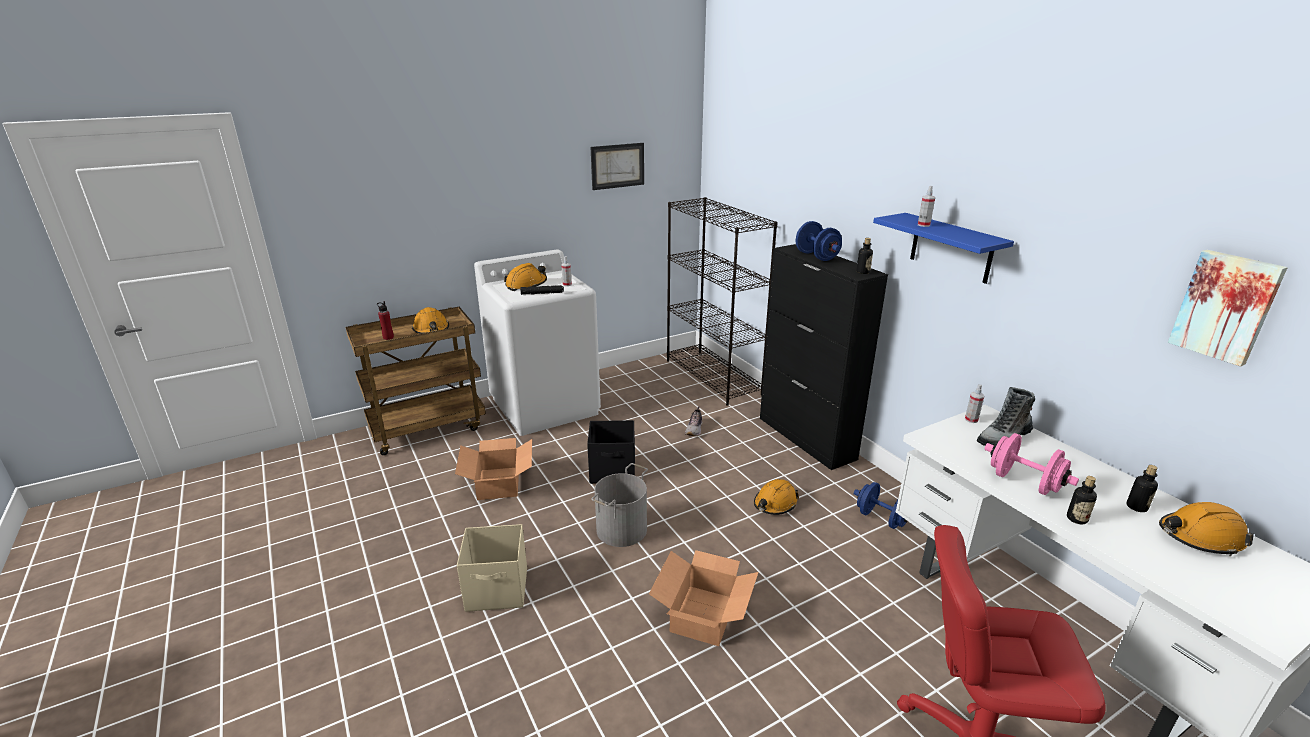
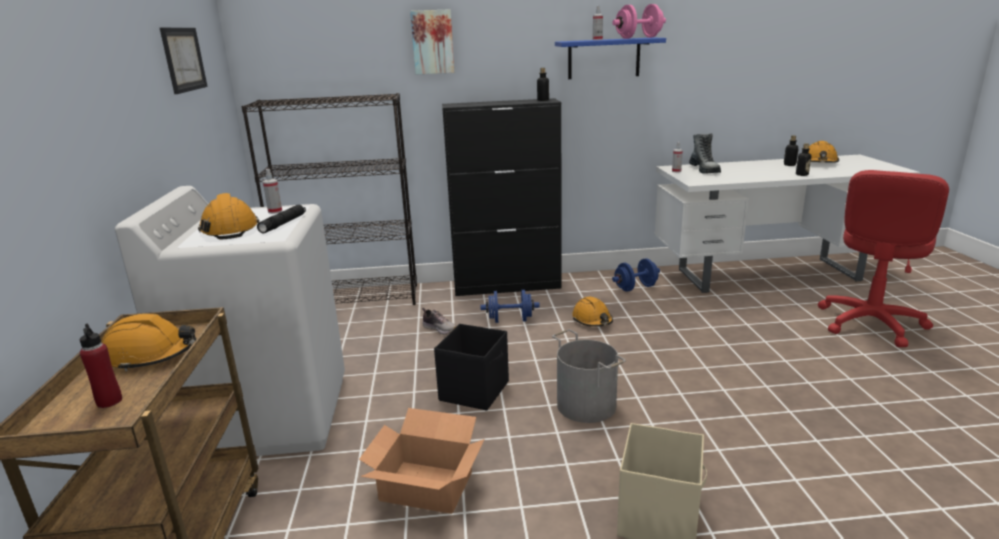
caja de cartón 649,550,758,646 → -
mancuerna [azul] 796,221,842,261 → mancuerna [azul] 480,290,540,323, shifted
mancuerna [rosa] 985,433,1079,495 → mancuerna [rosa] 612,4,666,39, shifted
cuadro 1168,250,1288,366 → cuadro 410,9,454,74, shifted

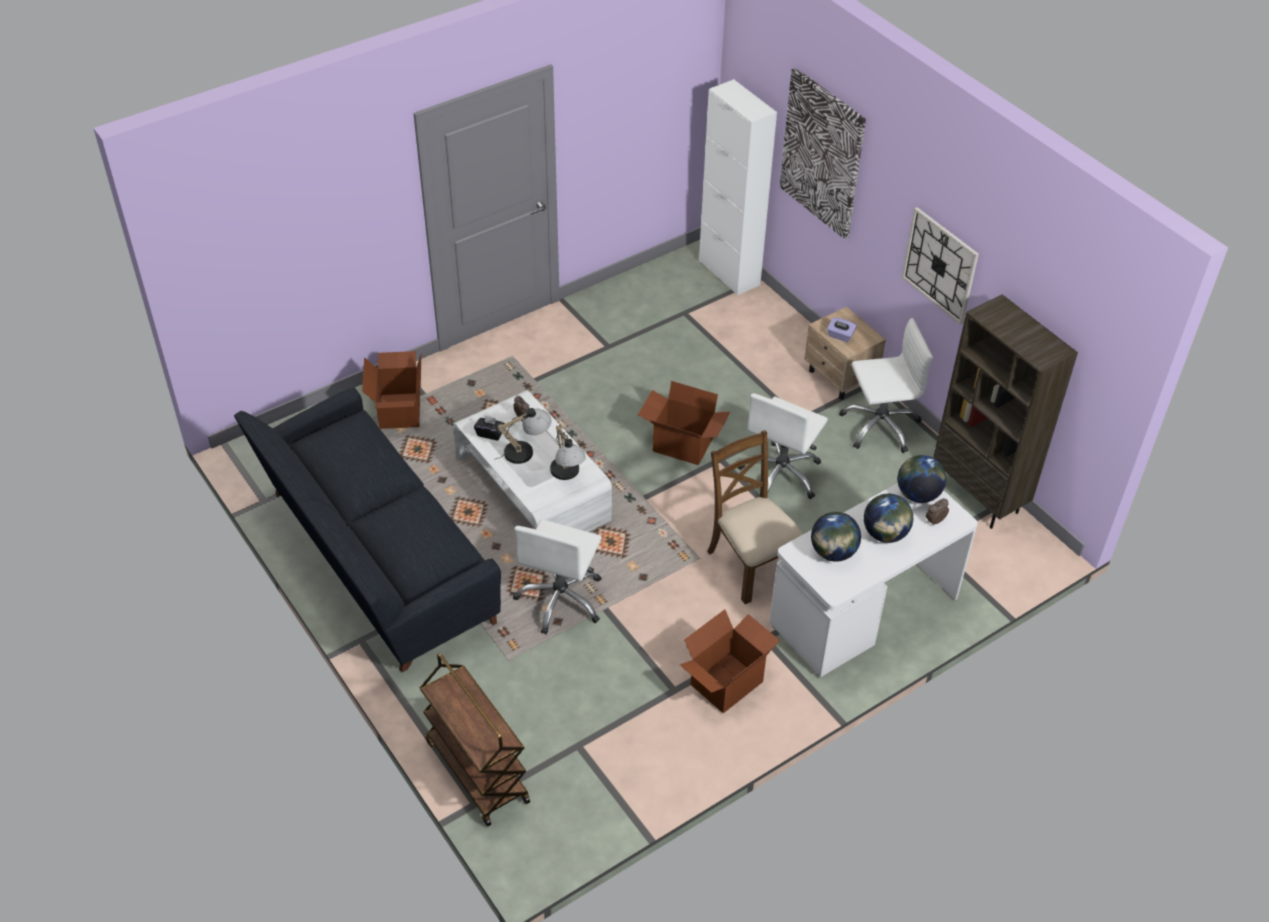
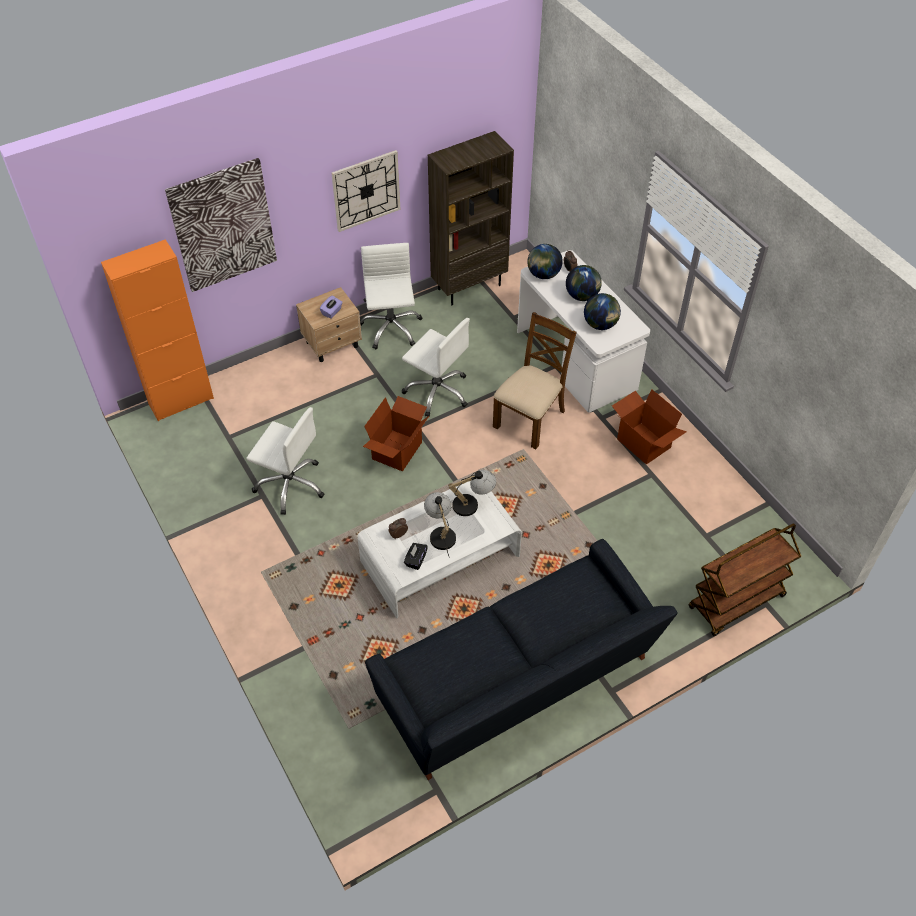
caja de cartón 362,351,422,429 → -
silla de oficina [blanco] 513,519,602,635 → silla de oficina [blanco] 246,407,325,515, shifted
armario [blanco] 699,79,777,295 → armario [naranja] 101,239,214,421
silla [marrón] 707,430,803,604 → silla [marrón] 493,312,577,449, 150 degrees clockwise

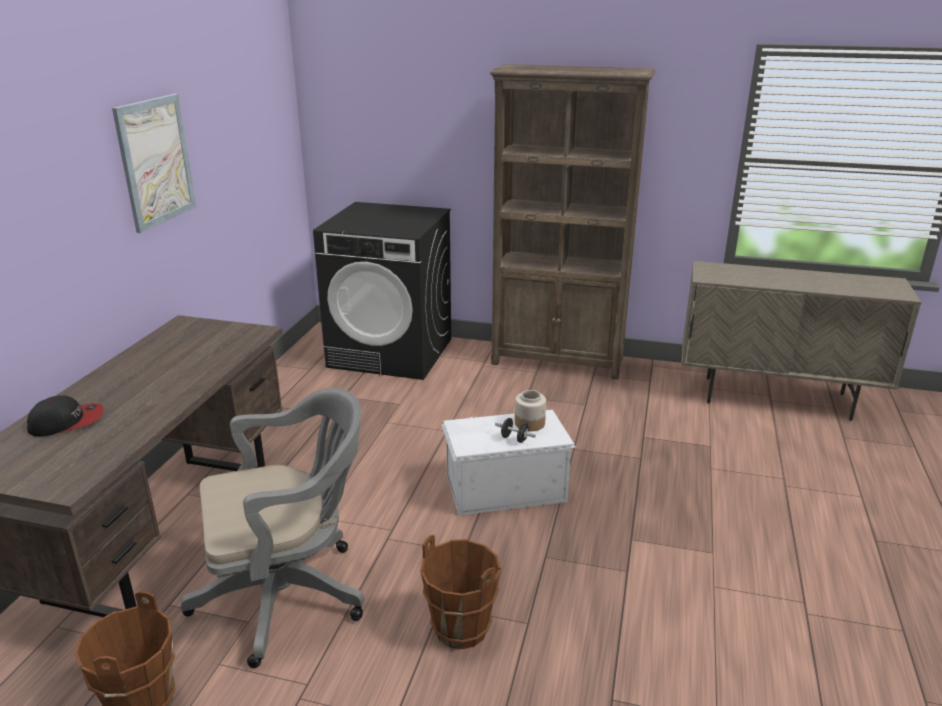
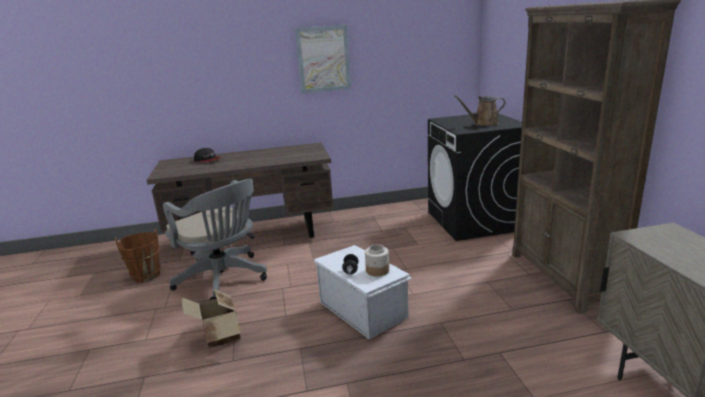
cubo [marrón] 420,535,501,649 → caja de cartón 181,289,241,348
- → regadera [marrón] 454,95,506,126

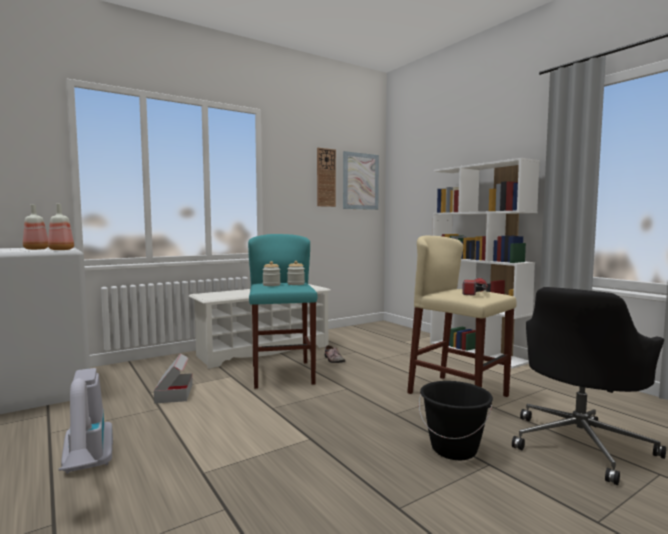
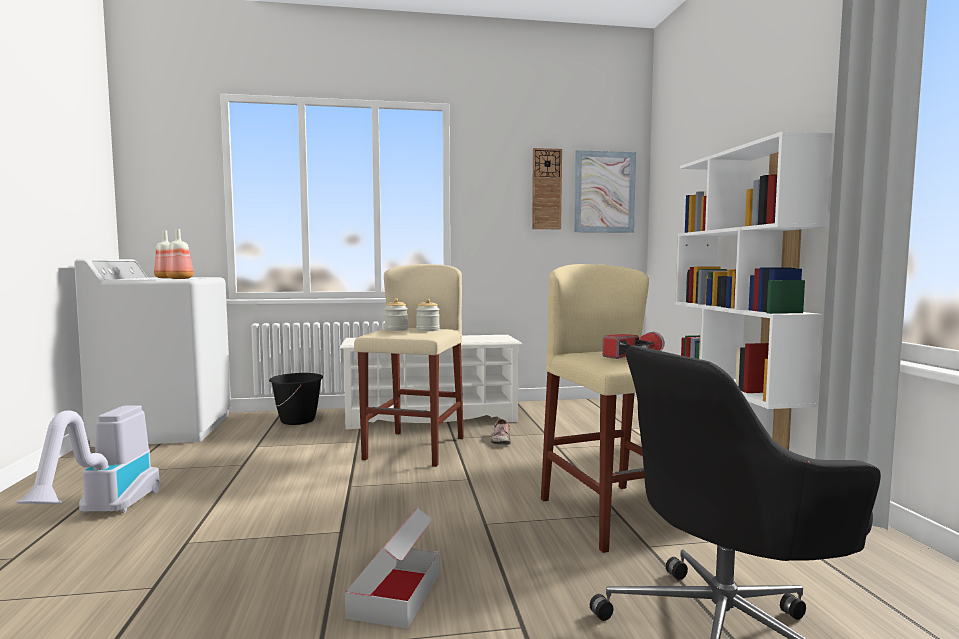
caja de cartón 154,353,193,404 → caja de cartón 345,507,439,629, shifted
taburete [turquesa] 248,234,317,389 → taburete [beis] 354,264,464,467
cubo [negro] 419,381,493,460 → cubo [negro] 269,373,323,425, shifted

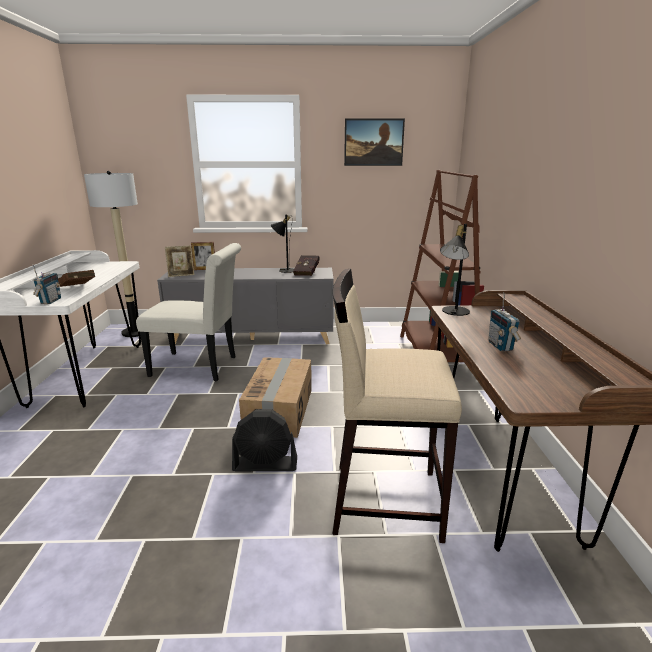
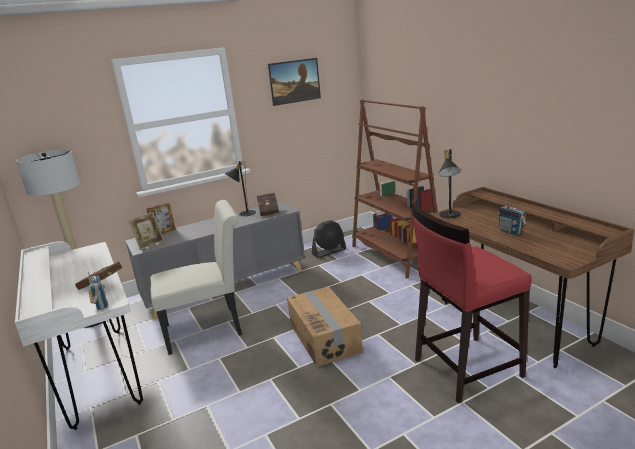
ventilador [negro] 232,409,297,471 → ventilador [negro] 312,220,346,258, shifted
taburete [beis] 332,269,462,543 → taburete [rojo] 411,203,532,403

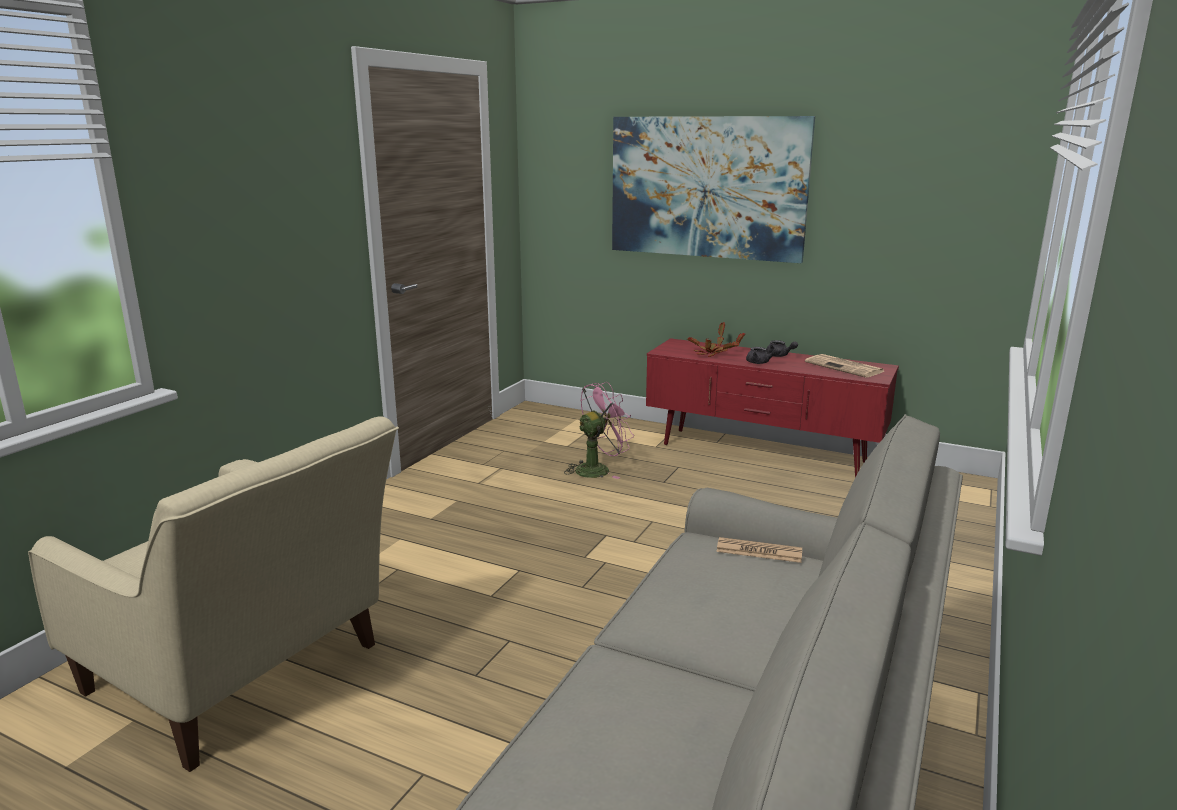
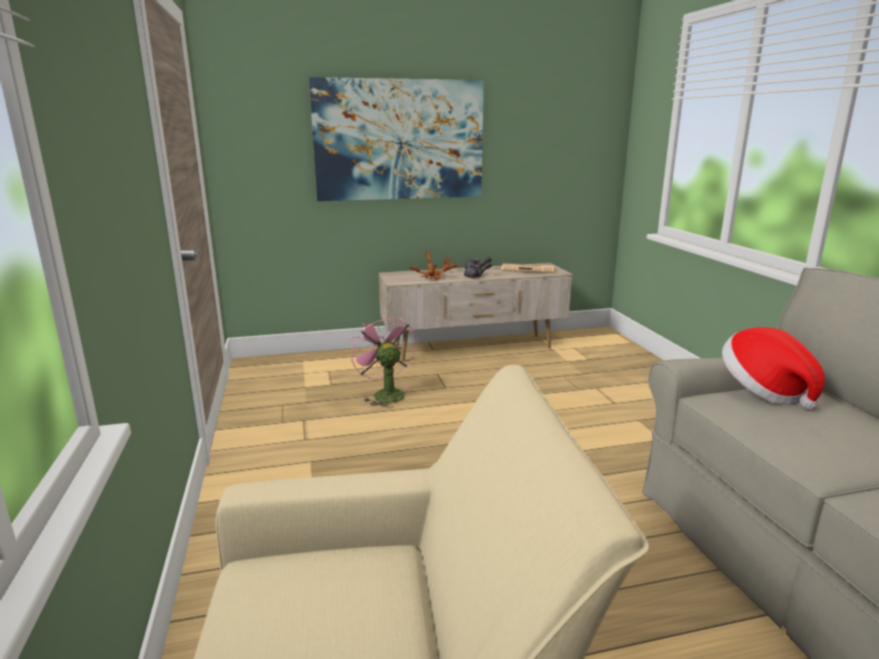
ventilador [rosa] 564,382,634,479 → ventilador [rosa] 350,314,416,408, 45 degrees counterclockwise
mueble de televisión [rojo] 646,338,899,478 → mueble de televisión [beis] 378,263,573,361
periódico 716,537,802,563 → sombrero 722,327,825,409

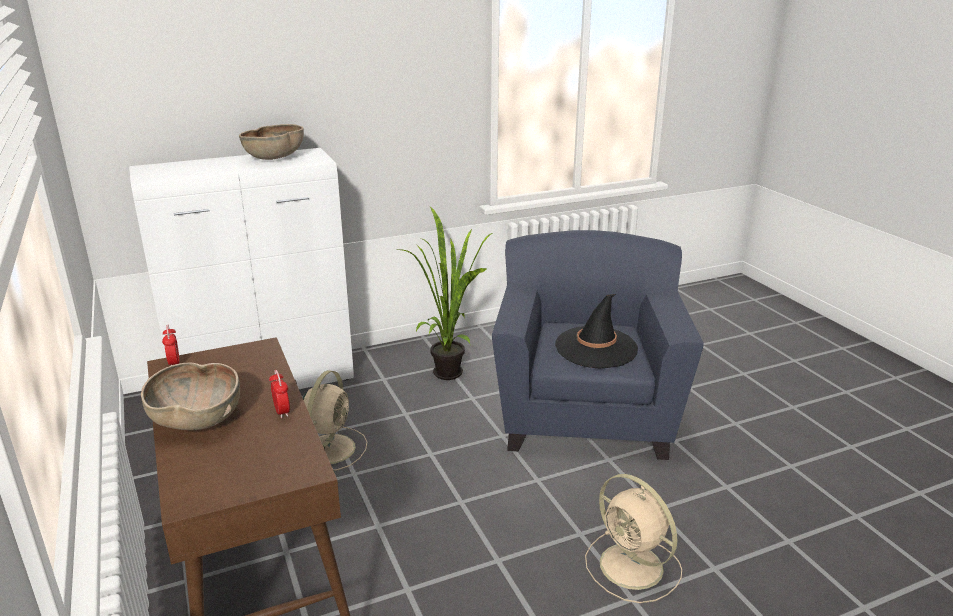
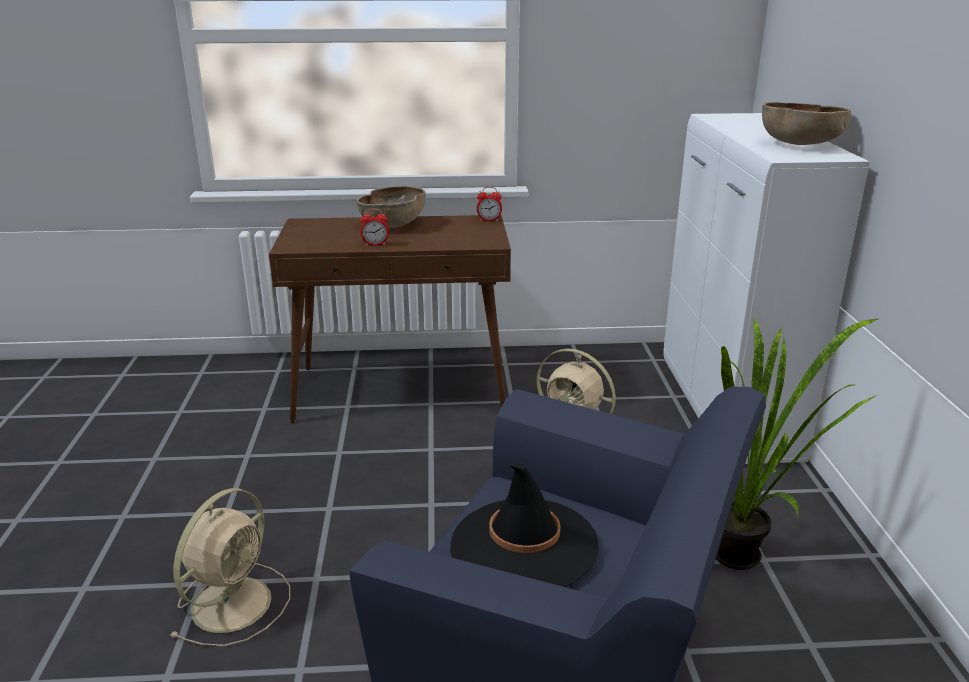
ventilador [beis] 585,474,682,603 → ventilador [beis] 170,488,290,647, 135 degrees clockwise

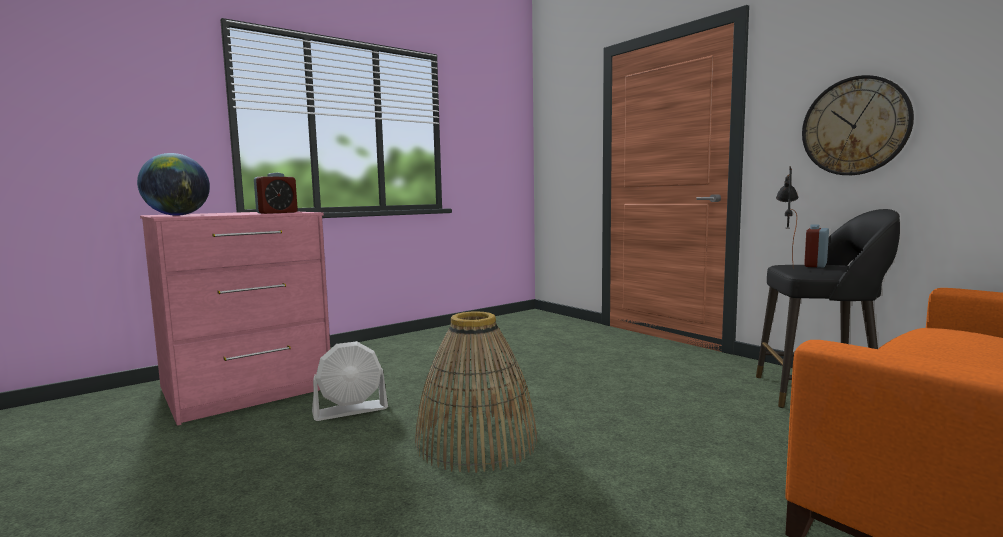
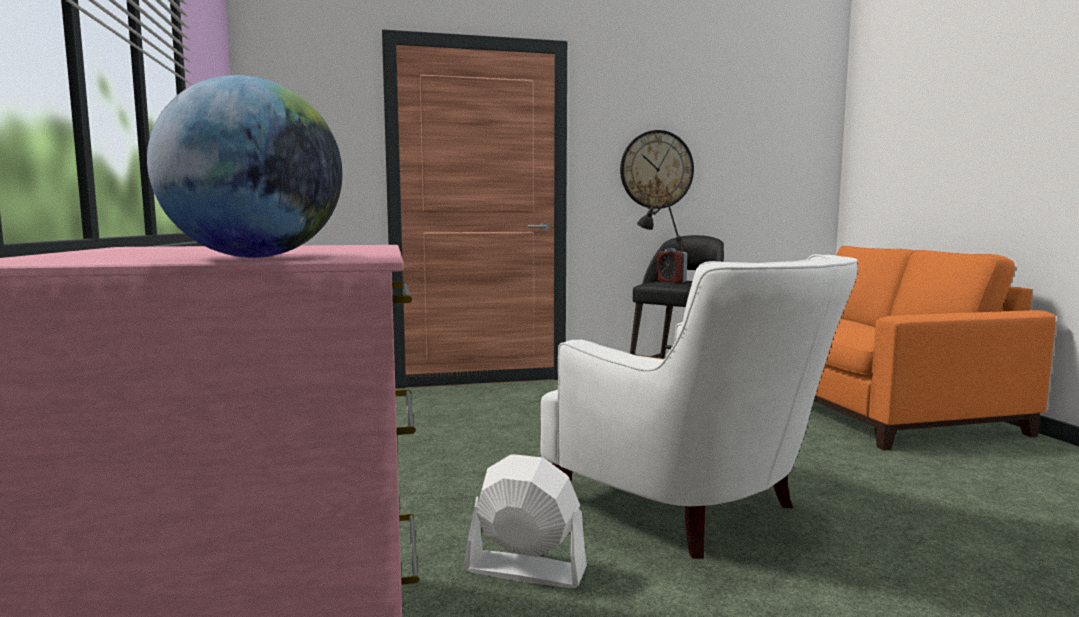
despertador 254,173,298,214 → -
ventilador [blanco] 312,341,388,421 → ventilador [blanco] 464,454,587,588, 75 degrees counterclockwise
cesta 415,311,537,473 → sillón [blanco] 540,254,858,559

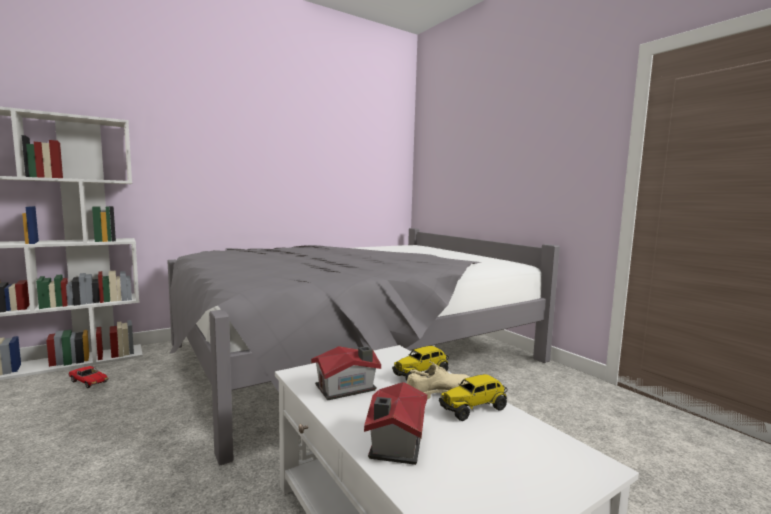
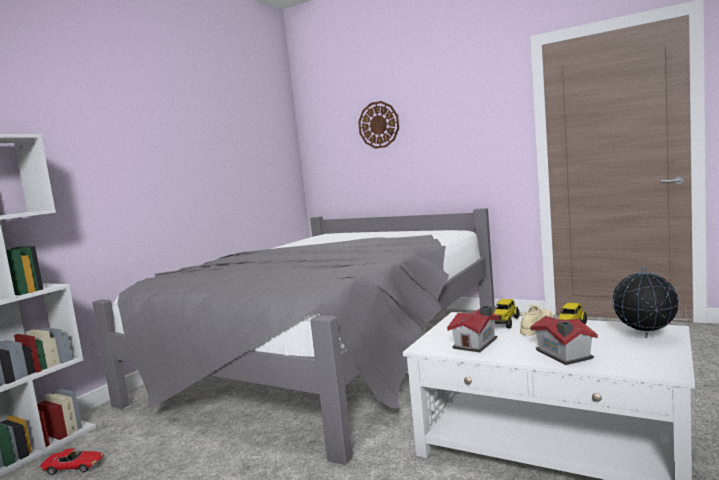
- → reloj de pared 358,101,399,149
- → globo terráqueo 612,266,679,338

